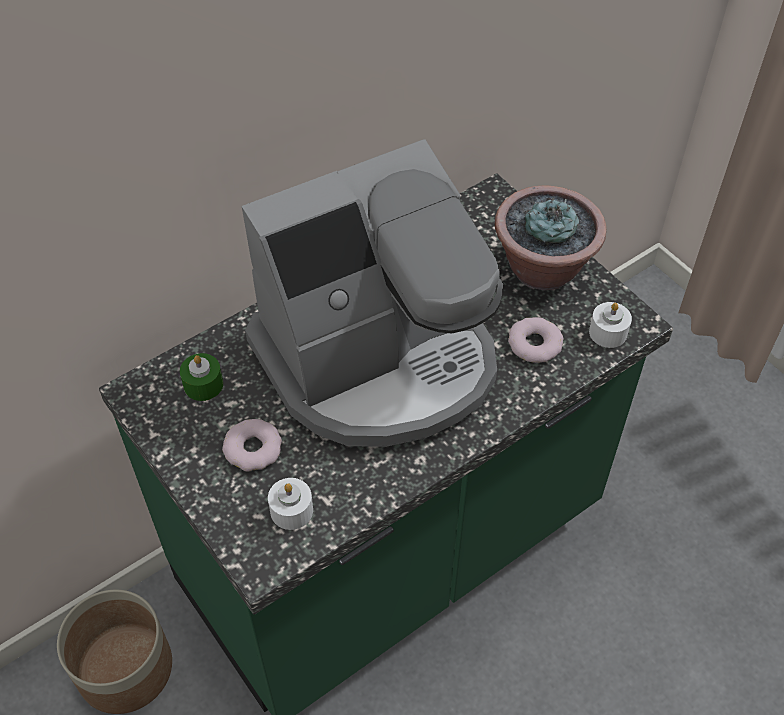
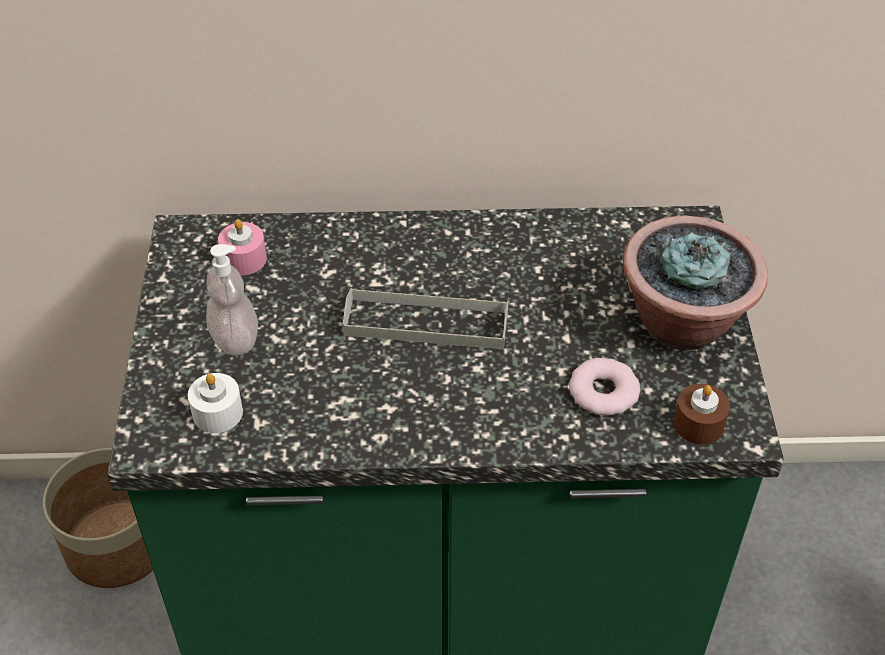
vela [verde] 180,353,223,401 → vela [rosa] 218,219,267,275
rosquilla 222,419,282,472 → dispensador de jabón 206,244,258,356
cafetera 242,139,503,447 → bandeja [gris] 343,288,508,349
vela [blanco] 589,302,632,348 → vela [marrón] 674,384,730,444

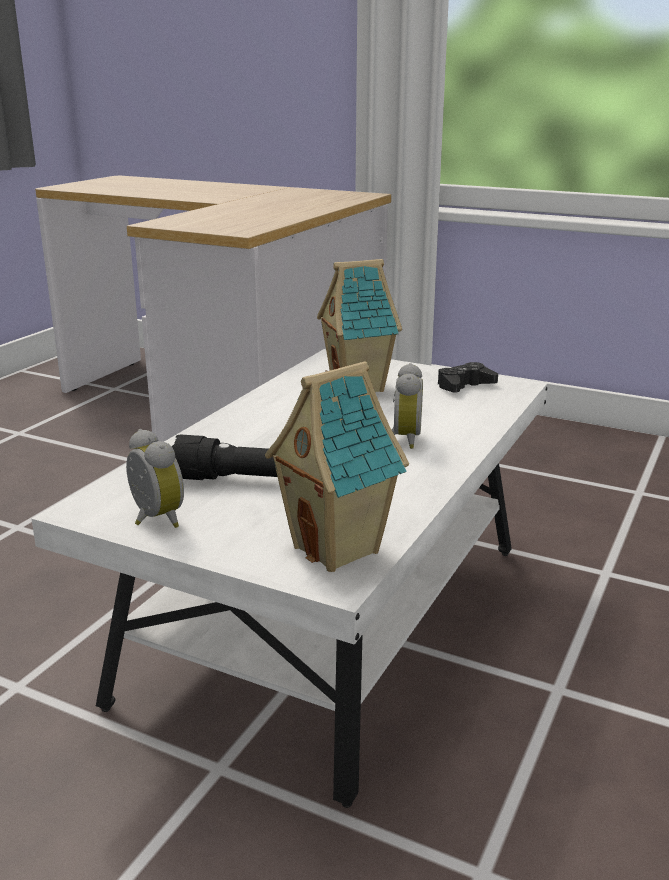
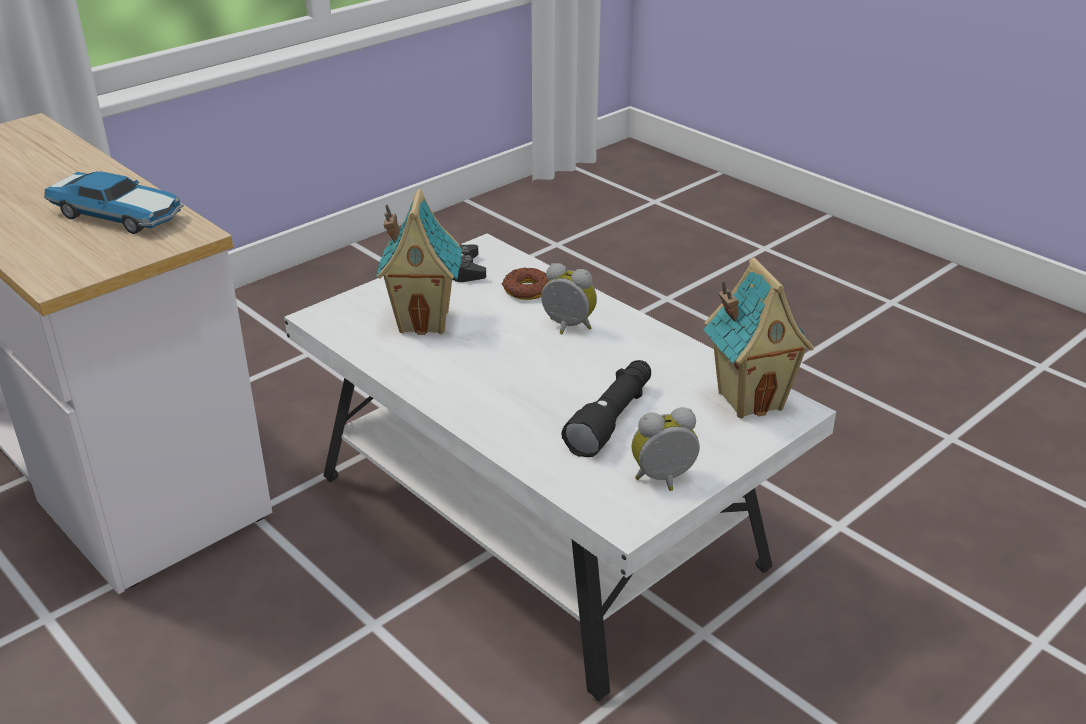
- → coche de juguete 44,171,184,234
- → rosquilla 502,268,549,300

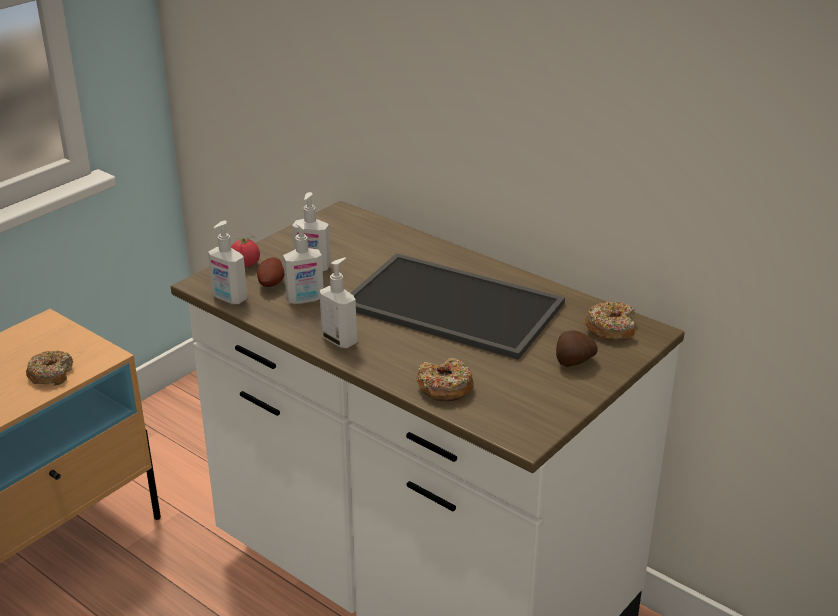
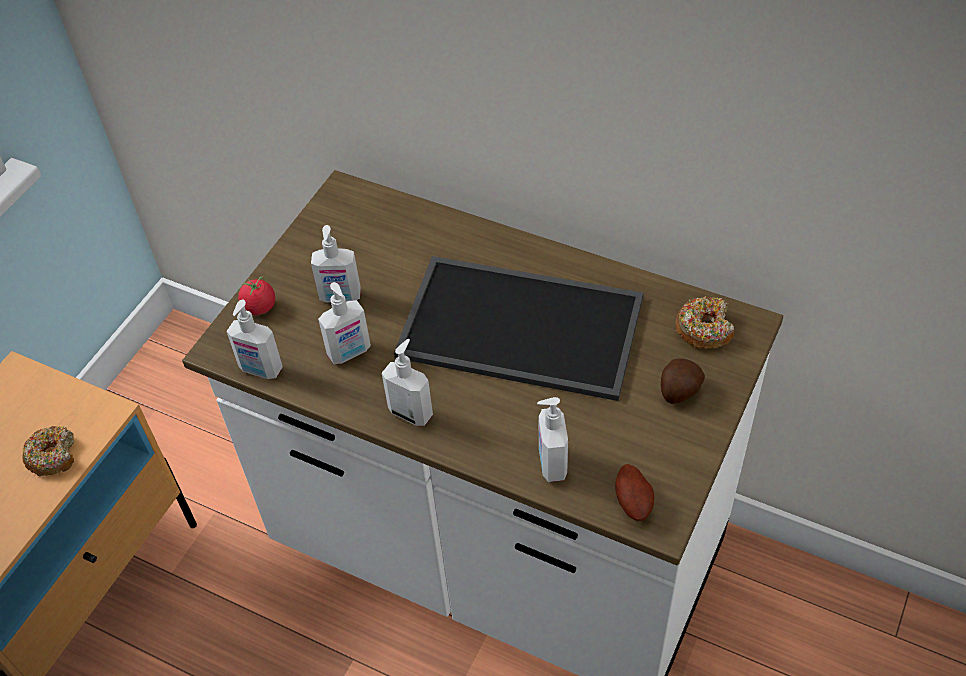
patata 257,257,285,287 → patata 615,464,654,521, shifted
rosquilla 417,358,474,401 → dispensador de jabón 537,397,568,482

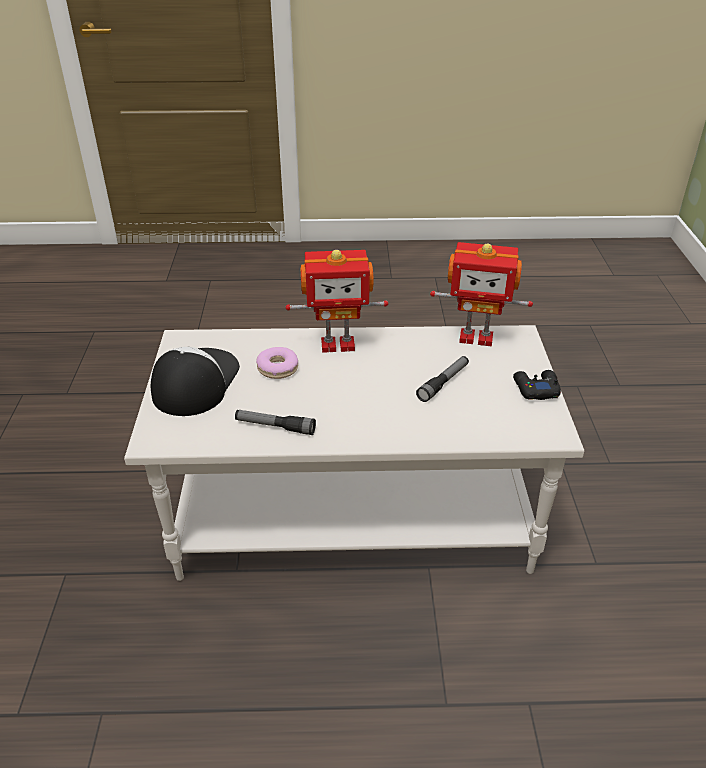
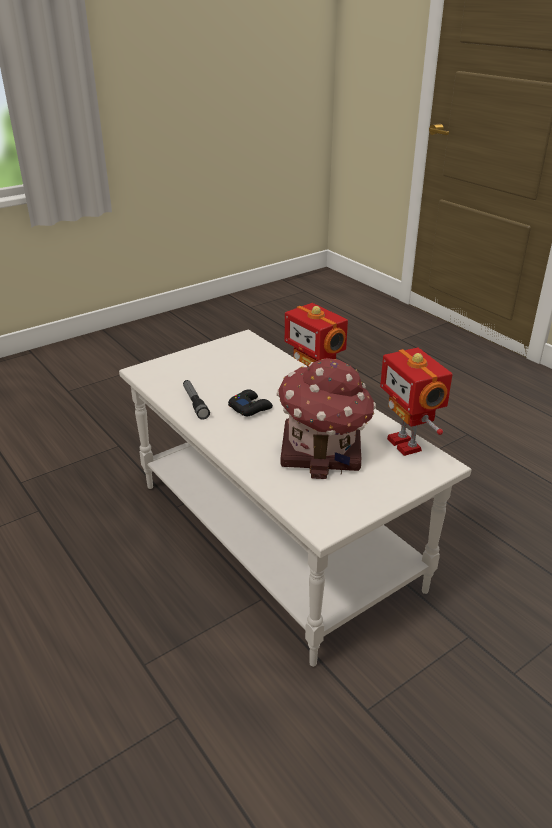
gorra 151,347,240,416 → -
rosquilla 256,347,298,379 → -
linterna 416,356,469,402 → casita 277,358,376,479
mando de consola [negro] 513,370,561,400 → mando de consola [negro] 228,389,273,416, shifted

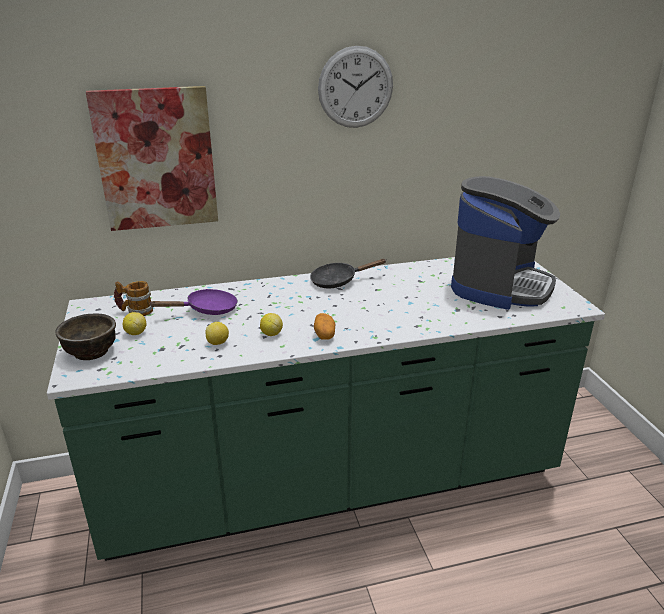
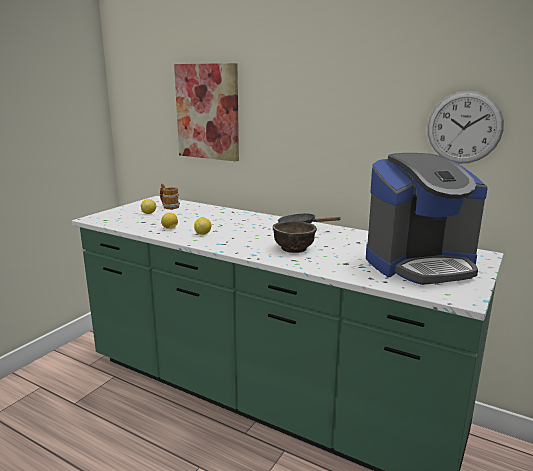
cuenco [marrón] 55,313,116,360 → cuenco [marrón] 273,221,317,253, shifted
sartén [morado] 150,289,238,315 → -
patata 314,313,335,340 → -
reloj de pared 318,46,393,128 → reloj de pared 428,91,504,163, shifted

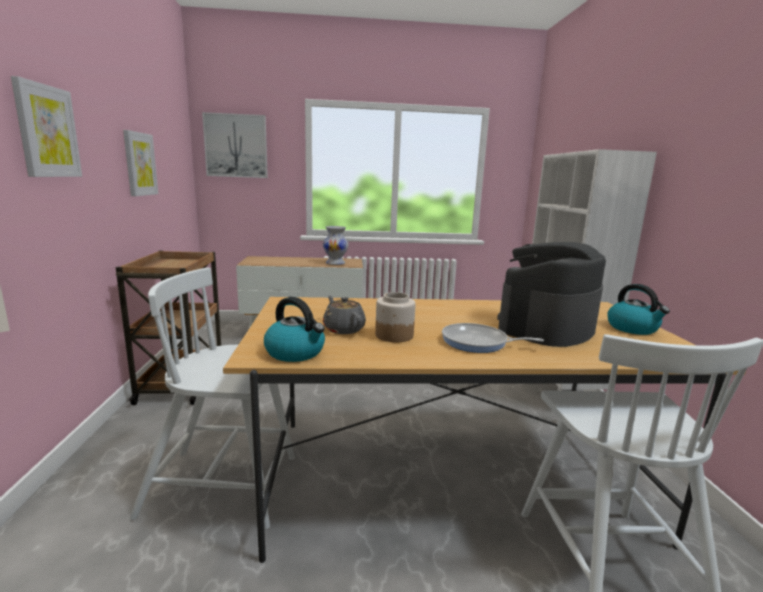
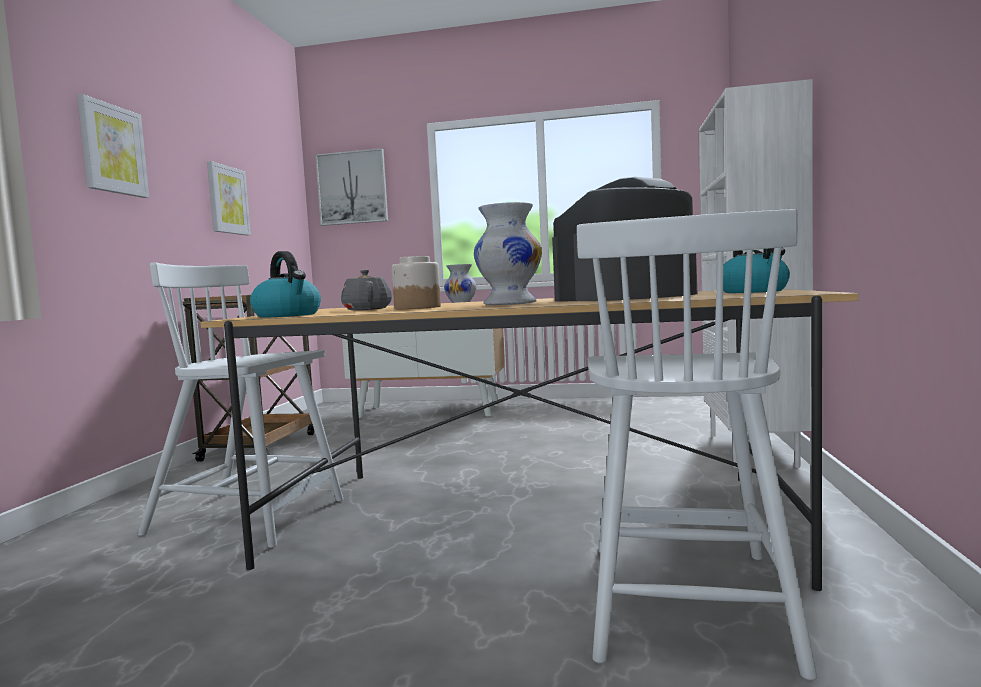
sartén 442,323,544,353 → florero [blanco] 474,202,542,305

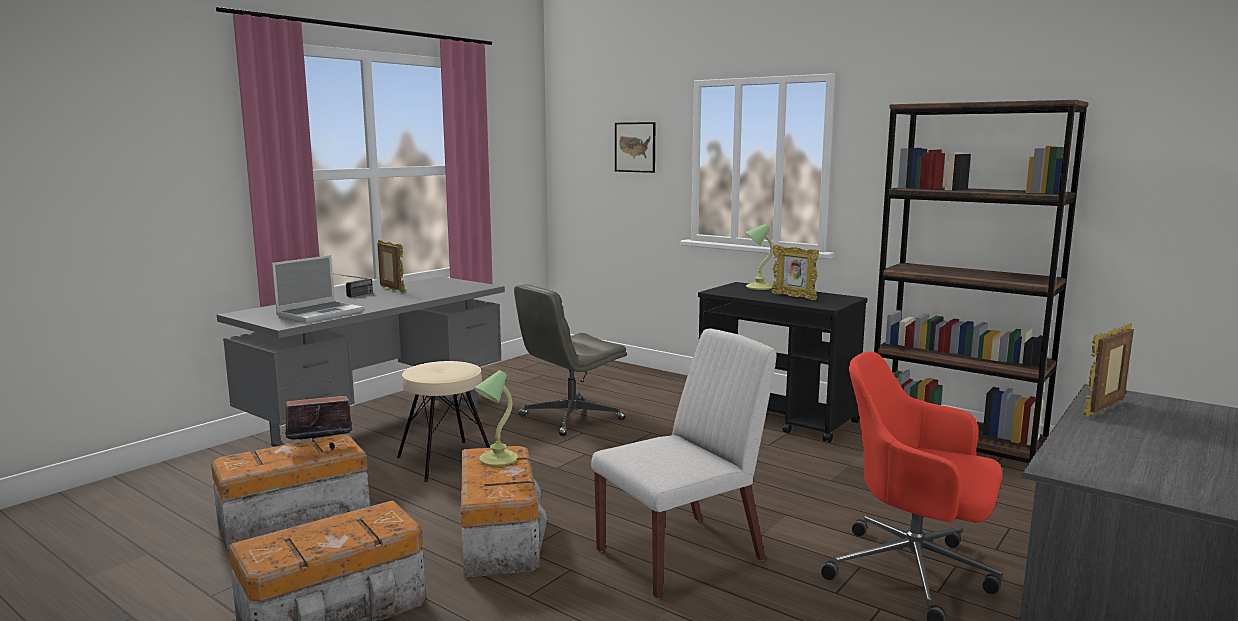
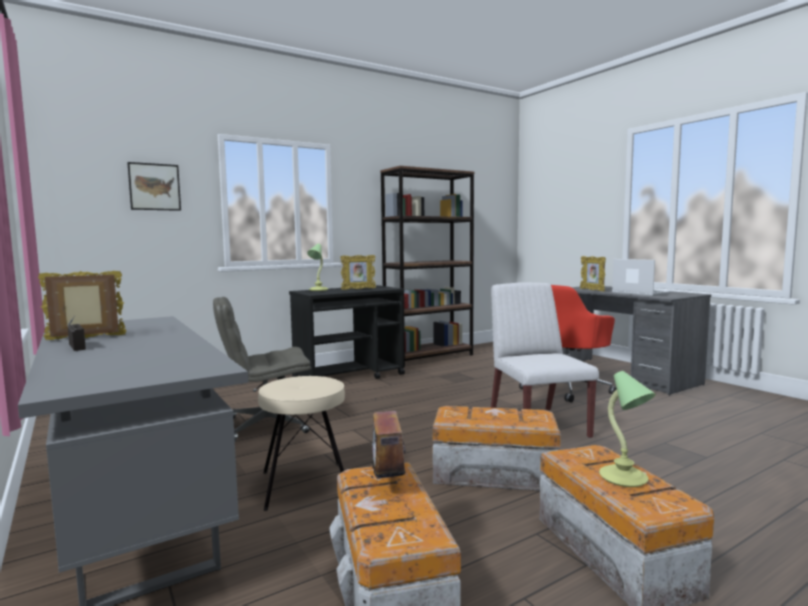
portátil 272,255,364,322 → portátil 612,259,671,297, shifted
lámpara de mesa 474,370,518,466 → lámpara de mesa 599,371,656,487, shifted
silla de oficina [gris] 514,284,627,436 → silla de oficina [gris] 213,297,311,442, 90 degrees clockwise

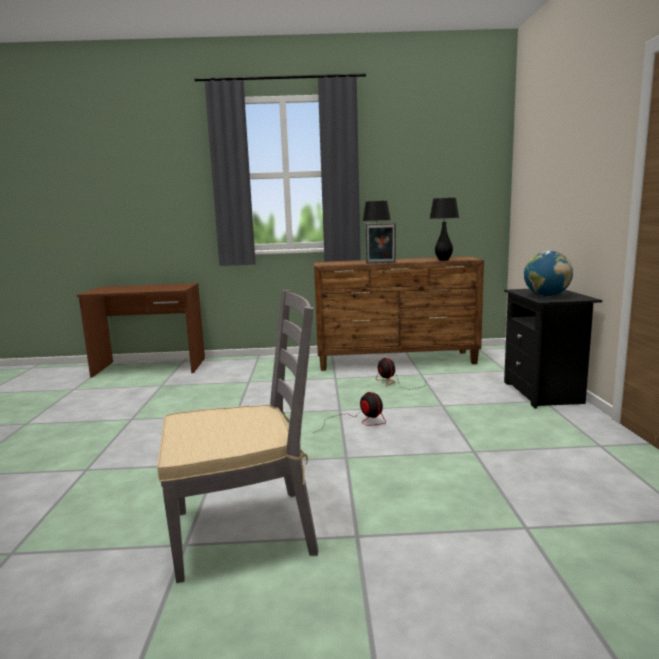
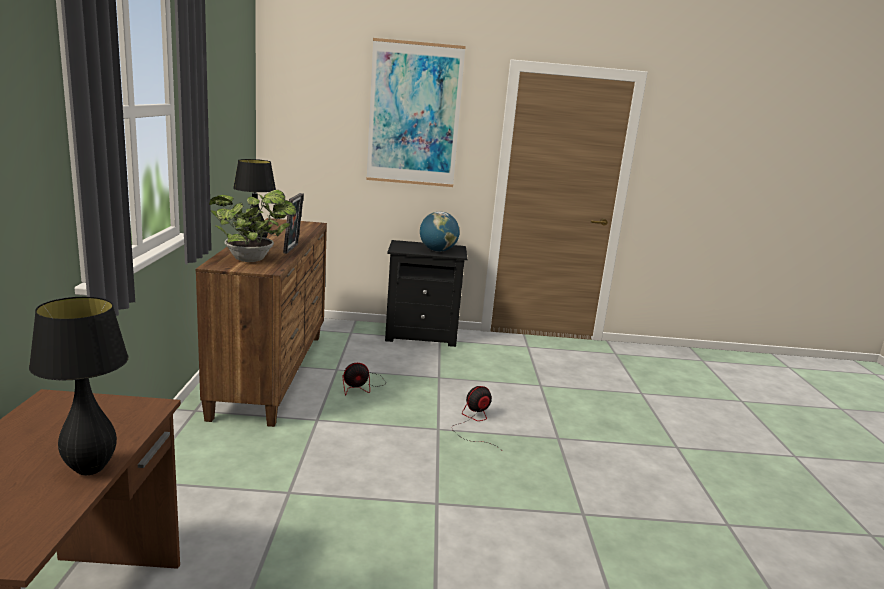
silla [gris] 157,290,319,583 → -
lámpara de mesa [negro] 430,198,459,261 → lámpara de mesa [negro] 29,297,129,475, shifted
- → planta en maceta 209,190,296,262
- → cuadro 366,38,466,187

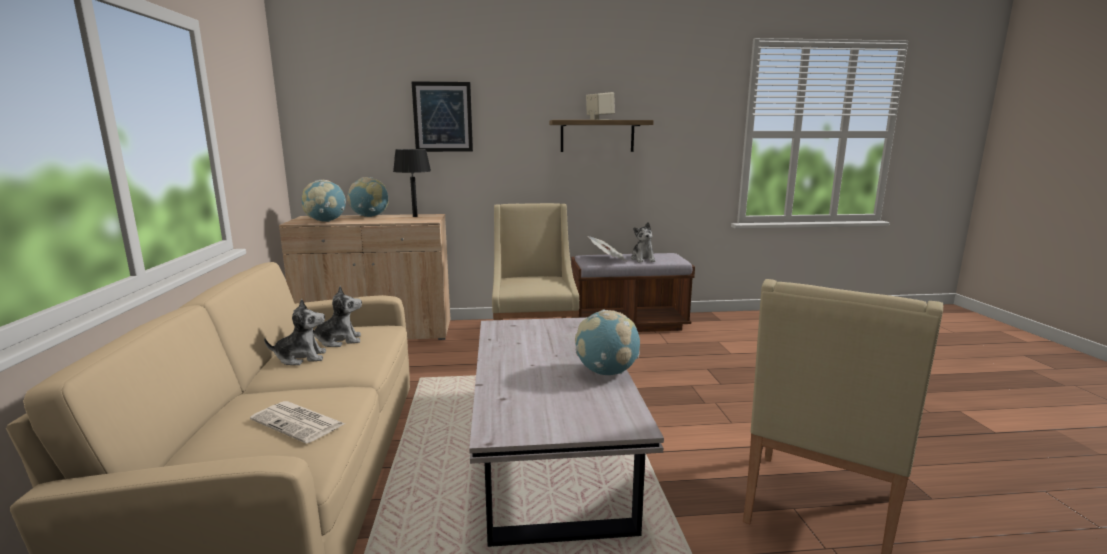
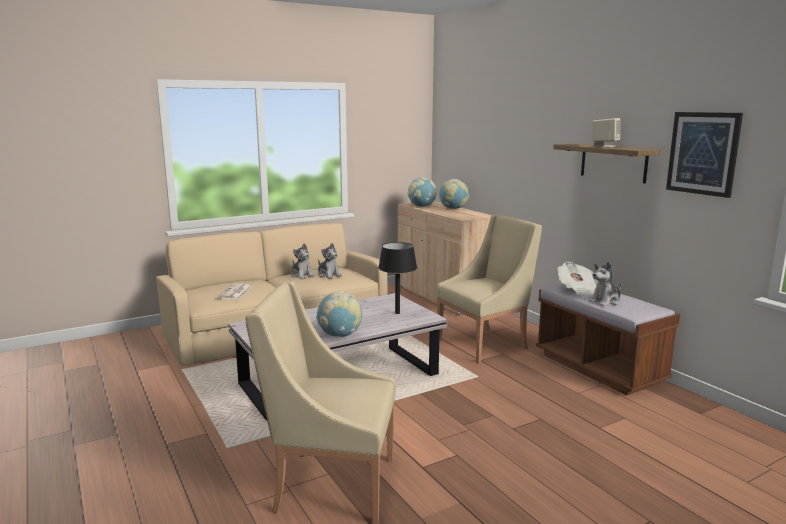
lámpara de mesa [negro] 393,149,431,217 → lámpara de mesa [negro] 378,242,417,314, shifted
cuadro 411,81,473,152 → cuadro 666,112,743,198, shifted

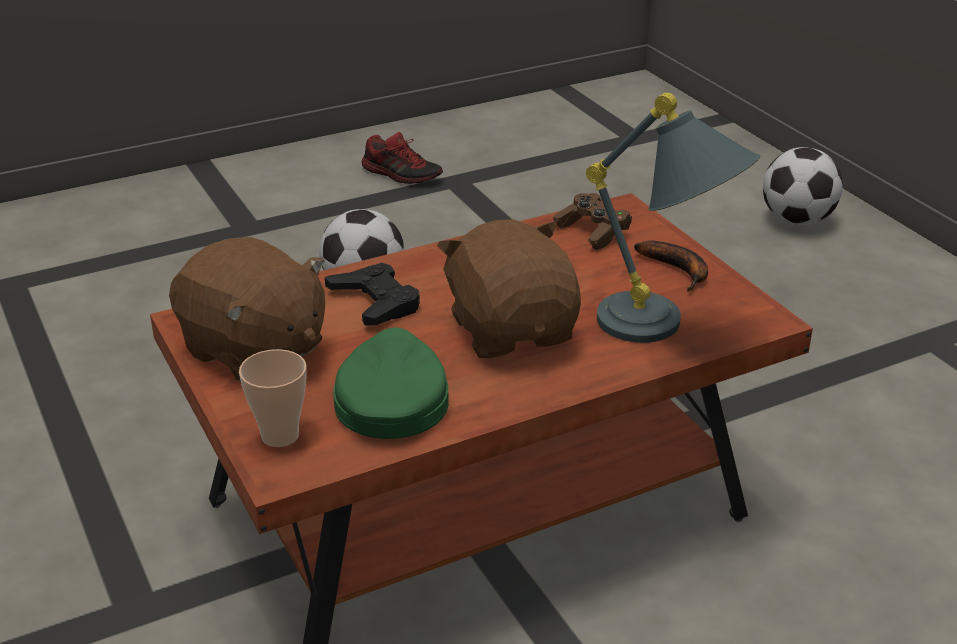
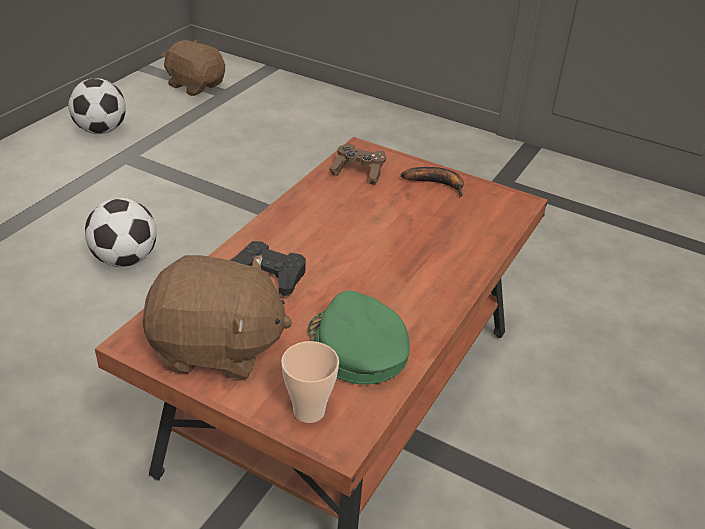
zapato 362,132,443,184 → -
peluche [marrón] 437,219,581,358 → peluche [marrón] 162,39,225,96, shifted
lámpara de mesa [gris] 586,92,760,343 → -
balón de fútbol 763,147,843,225 → balón de fútbol 68,78,126,134, shifted

